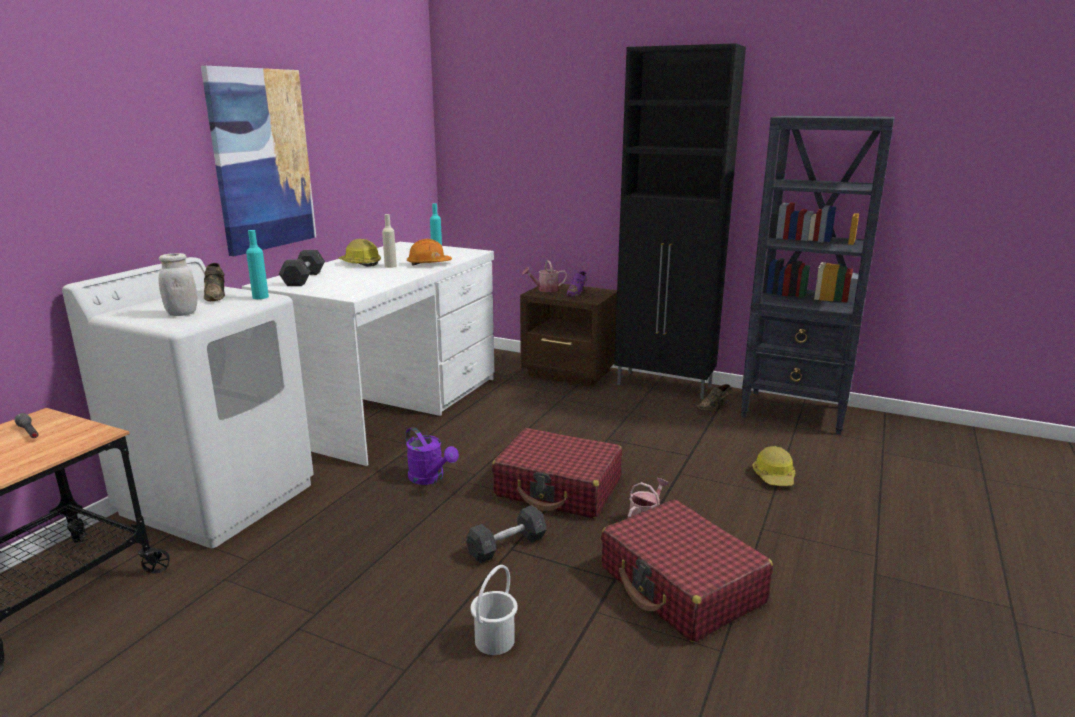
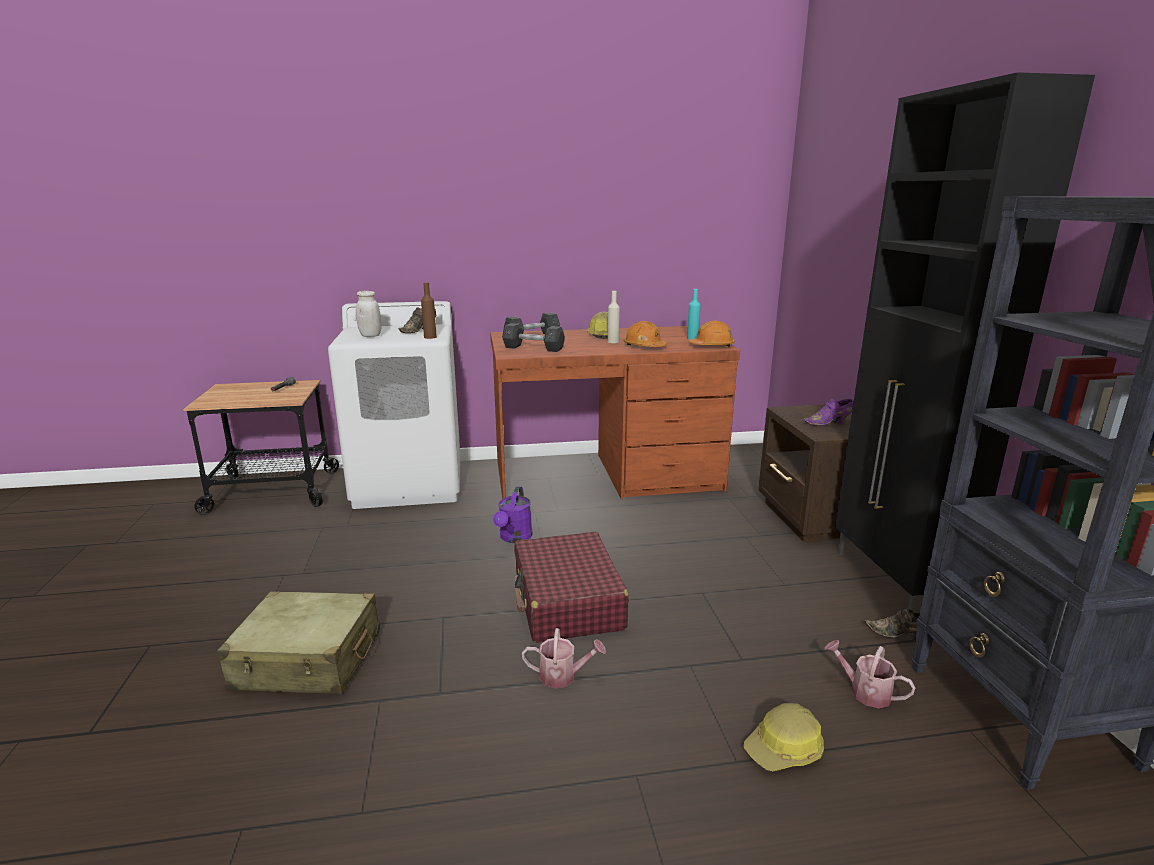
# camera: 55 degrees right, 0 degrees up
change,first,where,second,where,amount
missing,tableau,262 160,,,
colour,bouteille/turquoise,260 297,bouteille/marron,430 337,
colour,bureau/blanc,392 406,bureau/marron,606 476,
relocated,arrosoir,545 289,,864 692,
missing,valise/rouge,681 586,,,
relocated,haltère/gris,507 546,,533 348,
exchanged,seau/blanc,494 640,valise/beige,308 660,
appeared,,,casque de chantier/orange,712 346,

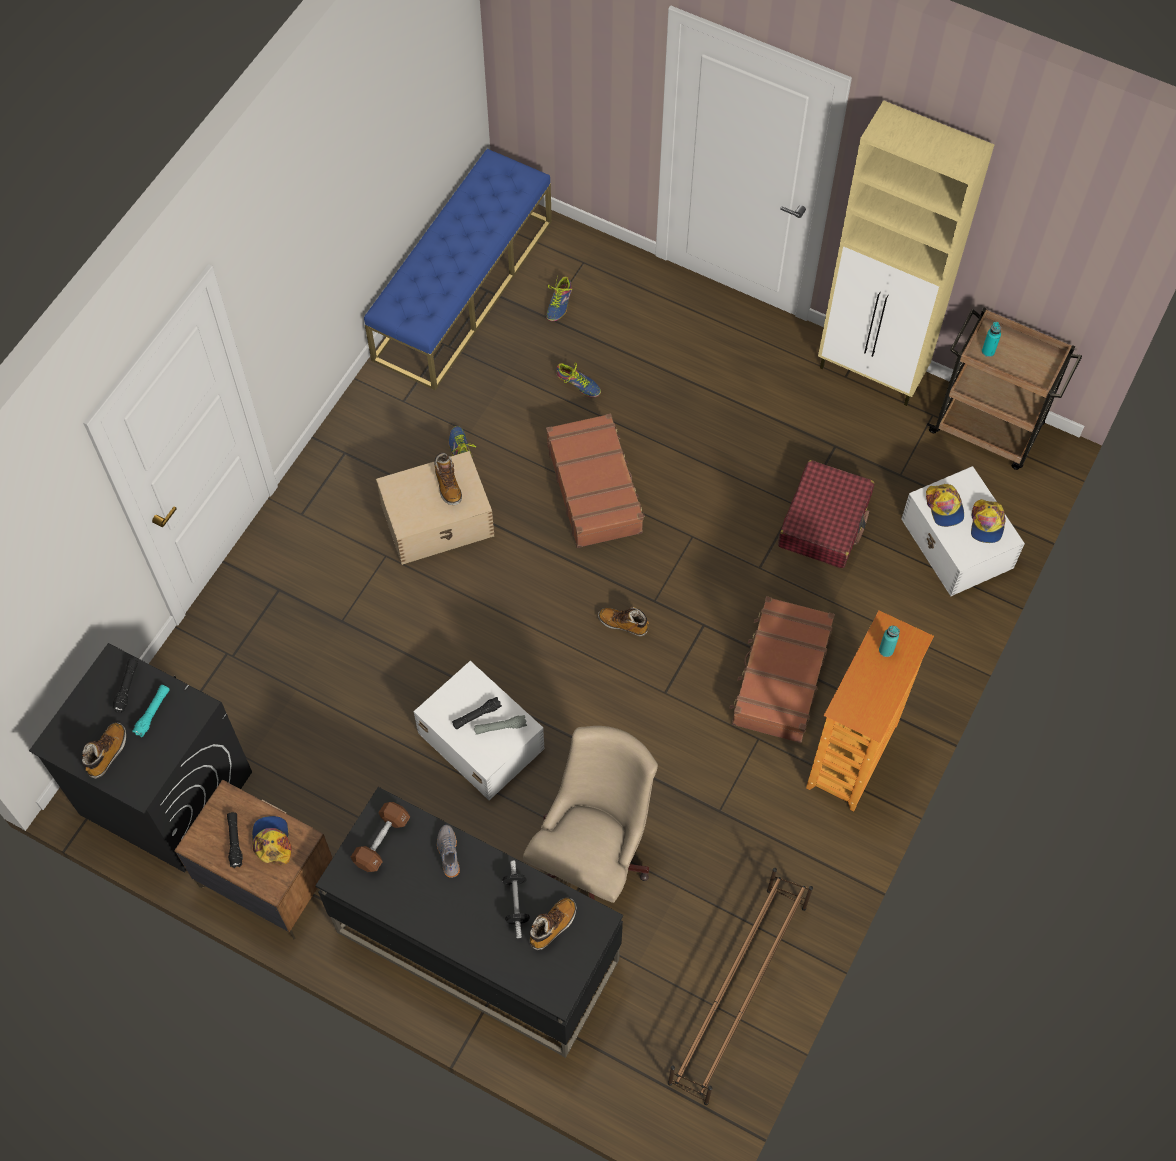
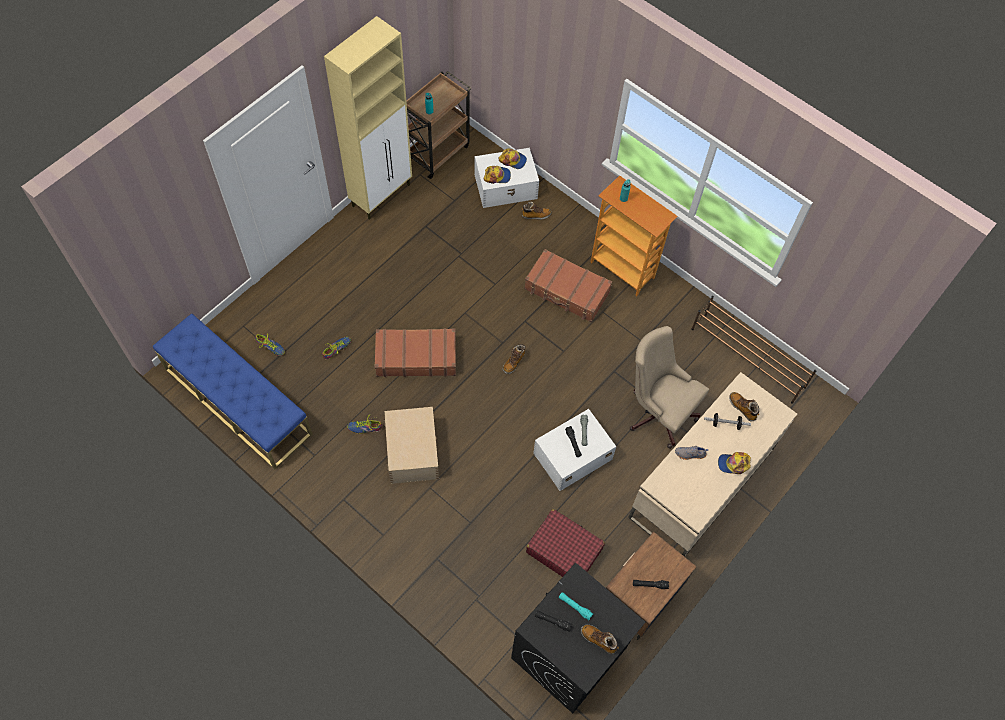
# camera: 80 degrees left, 0 degrees up
change,first,where,second,where,amount
relocated,botte,448 486,,536 215,
relocated,valise/rouge,824 522,,564 550,
colour,bureau/noir,476 945,bureau/beige,701 484,
missing,haltère/marron,381 841,,,
relocated,casquette,272 841,,733 464,

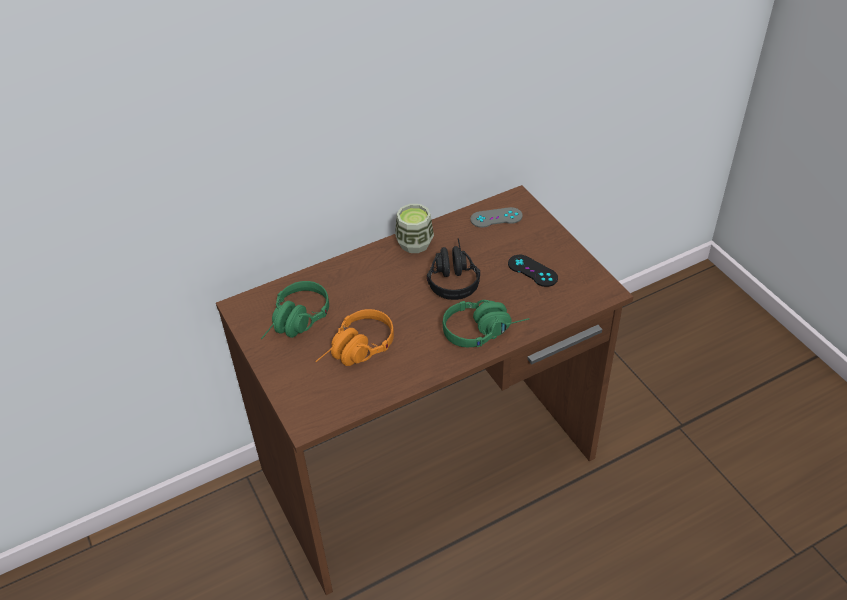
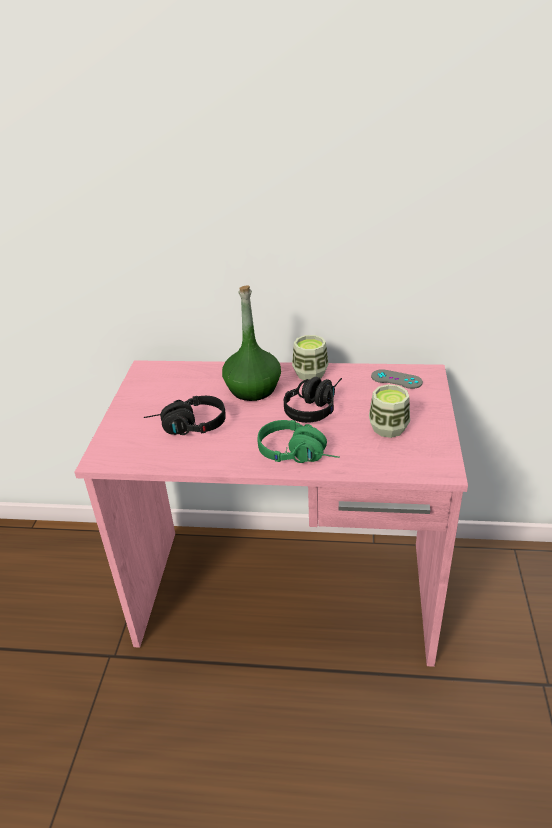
# camera: 35 degrees right, 10 degrees down
change,first,where,second,where,amount
colour,bureau/marron,431 466,bureau/rose,288 595,
exchanged,manette/noir,532 271,tasse,388 428,
missing,casque audio/vert,296 323,,,
colour,casque audio/orange,356 352,casque audio/noir,187 427,
appeared,,,bouteille/vert,252 389,

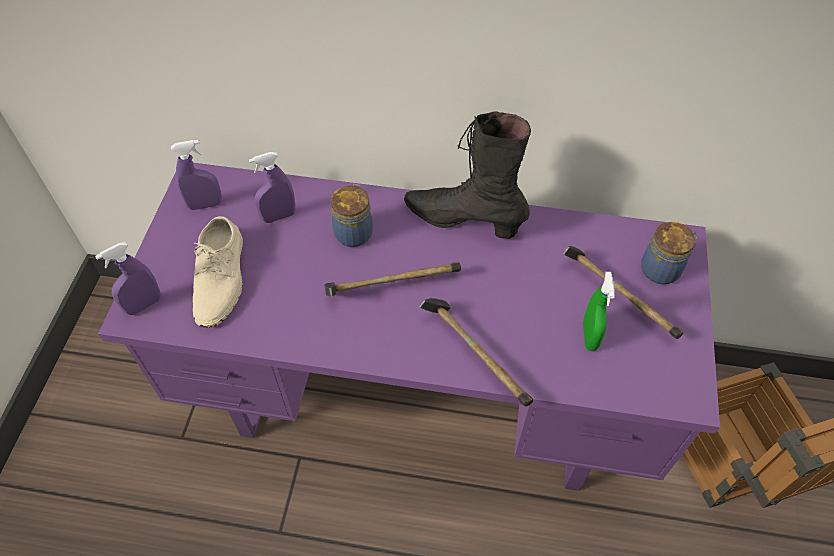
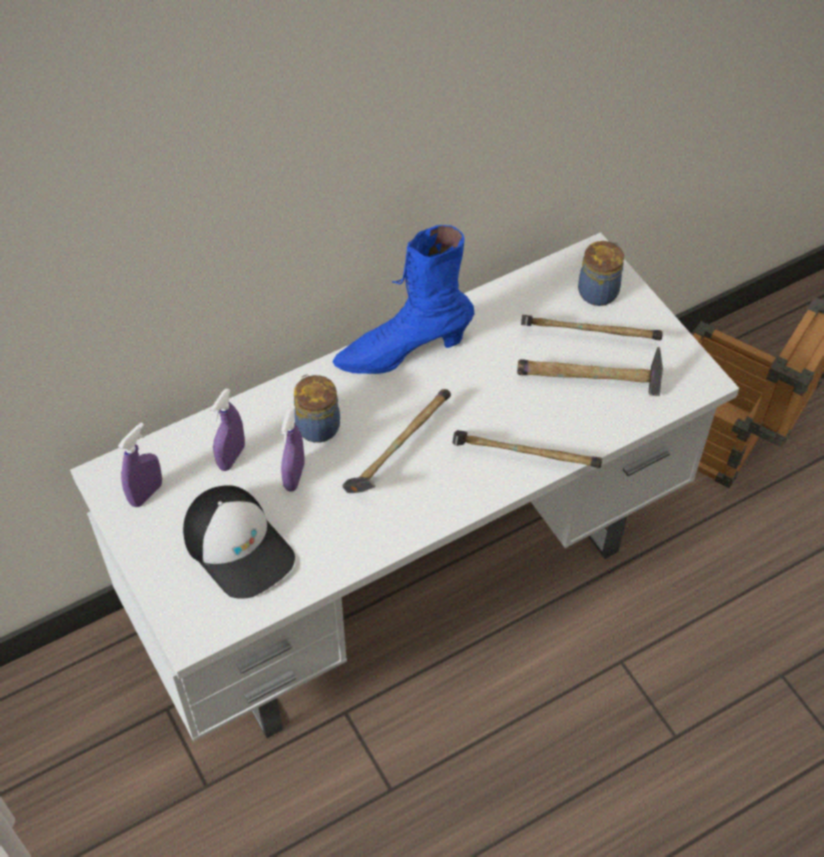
# camera: 40 degrees left, 0 degrees up
change,first,where,second,where,amount
colour,botte/noir,463 220,botte/bleu,402 351,
colour,bureau/violet,418 402,bureau/blanc,410 579,
exchanged,chaussure/beige,221 278,casquette,239 546,
relocated,vaporisateur/violet,144 305,,294 476,
exchanged,vaporisateur/vert,589 336,marteau,592 382,

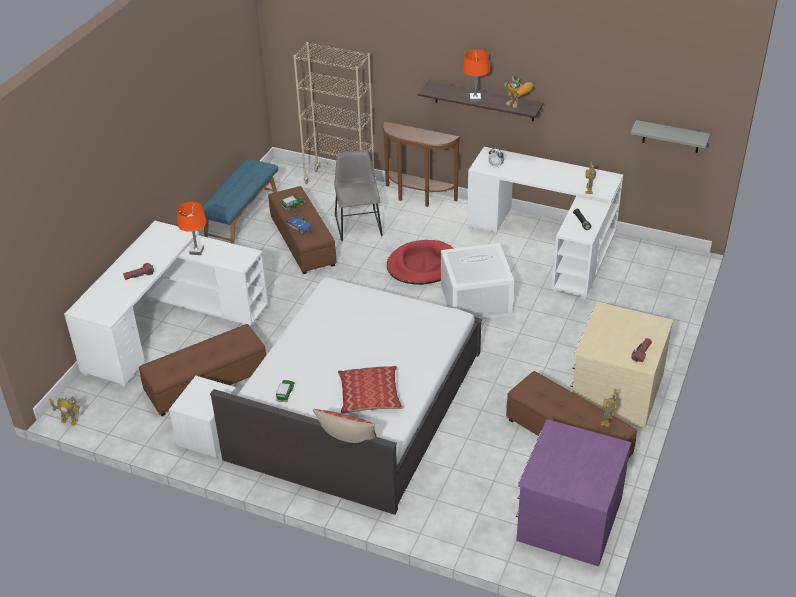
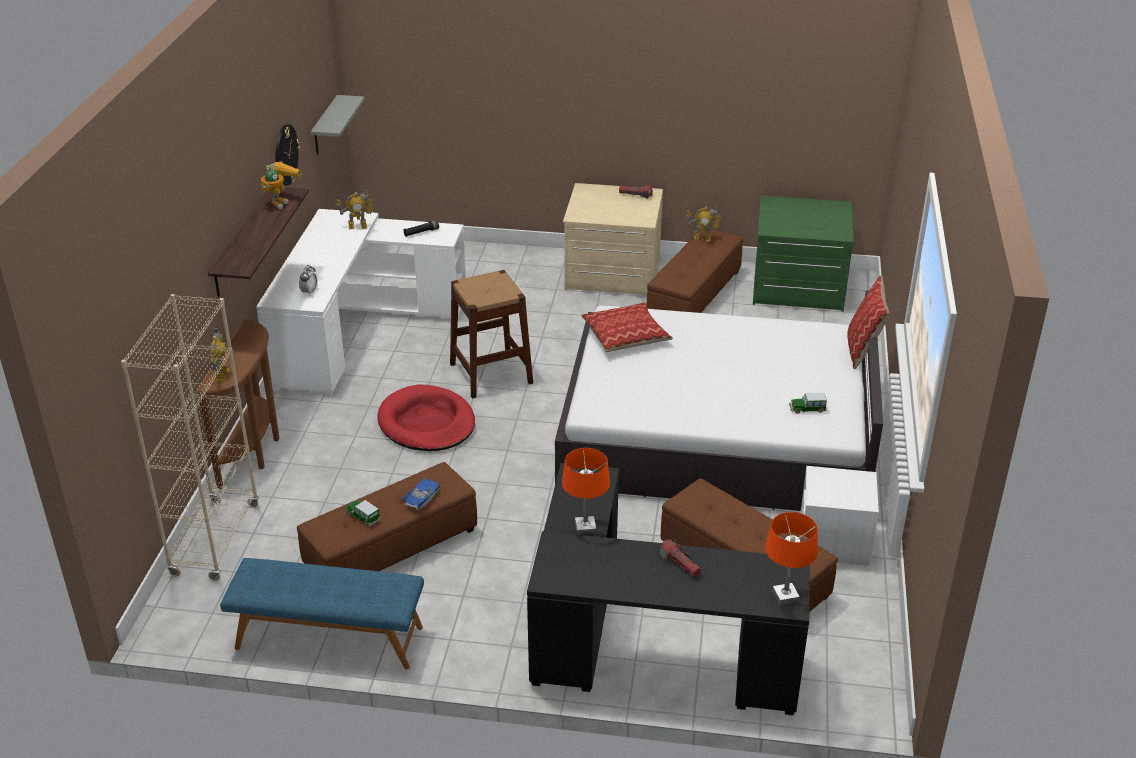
# camera: 105 degrees left, 5 degrees down
change,first,where,second,where,amount
relocated,lampe de table/orange,475 99,,785 597,
missing,chaise/gris,358 223,,,
colour,bureau/blanc,169 325,bureau/noir,640 647,
exchanged,boîte de rangement/blanc,475 301,tabouret/marron,491 373,
relocated,coussin,369 396,,626 336,
relocated,robot jouet,69 421,,222 375,
colour,commode/violet,568 518,commode/vert,798 288,
appeared,,,horloge murale,285 154,

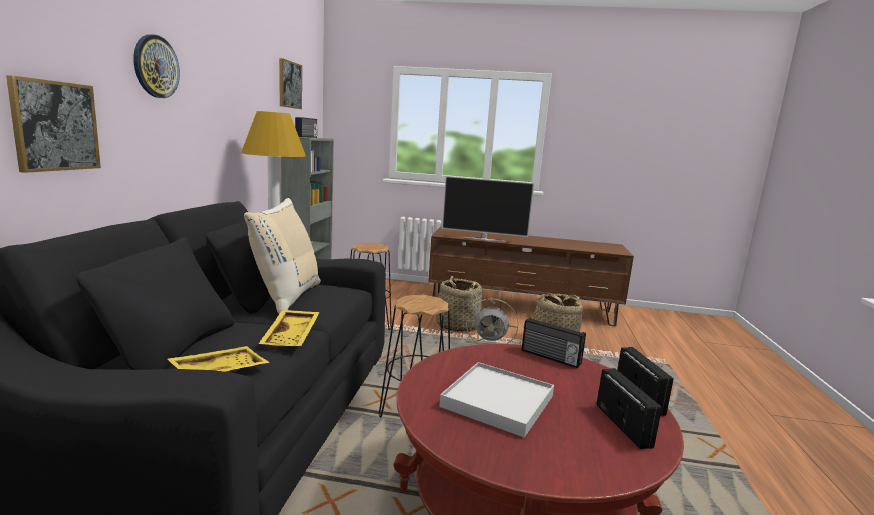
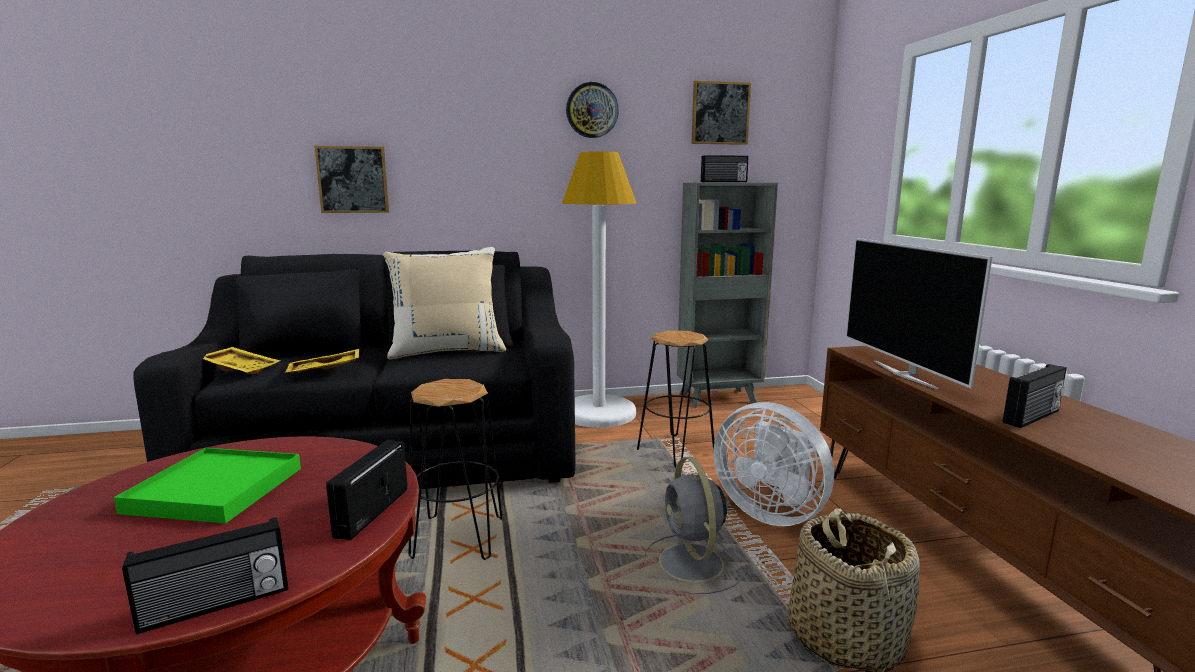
# camera: 70 degrees right, 0 degrees up
change,first,where,second,where,amount
relocated,horloge murale,155 66,,592 110,
exchanged,panier,457 325,ventilateur/blanc,770 512,
colour,plateau/blanc,497 401,plateau/vert,215 489,
relocated,radio,624 425,,1033 417,

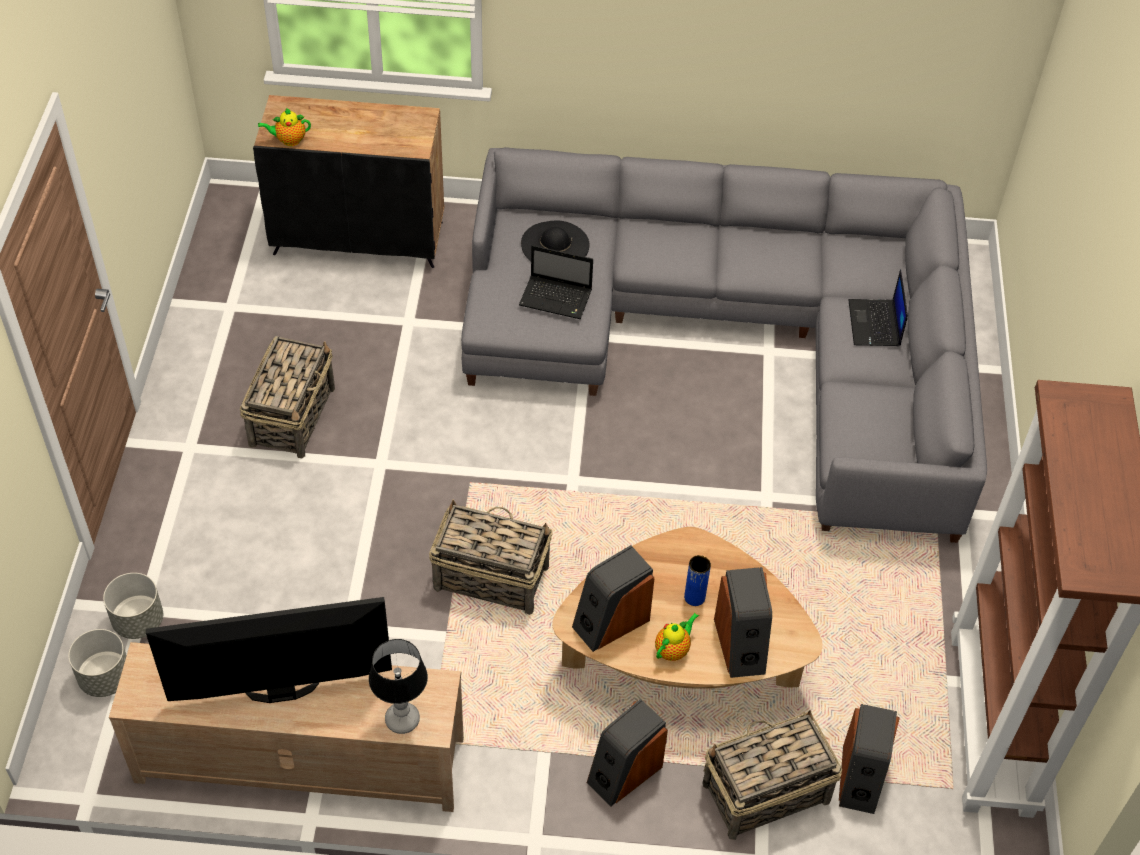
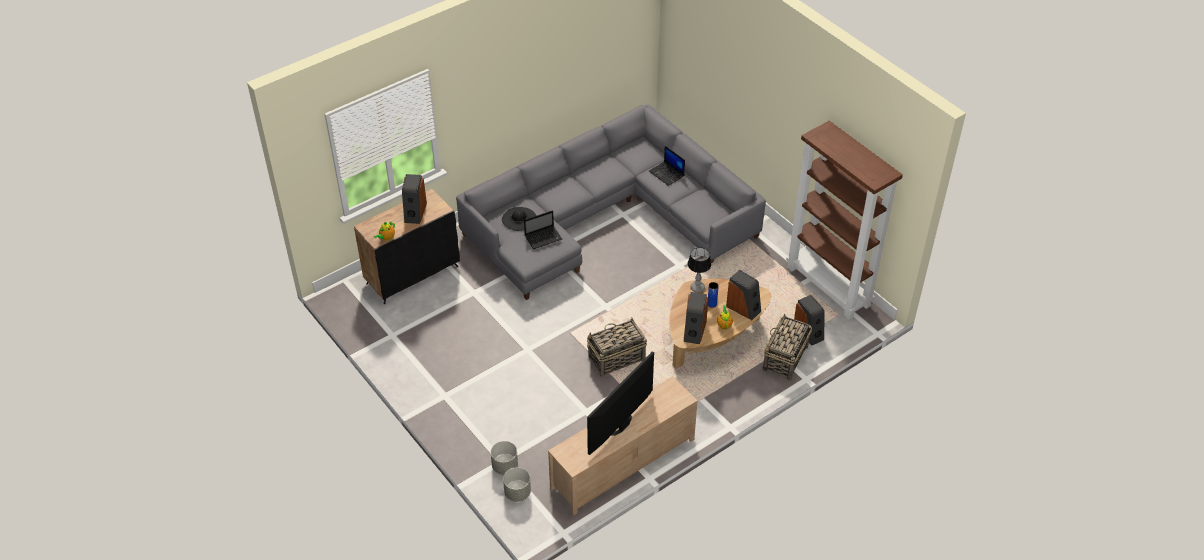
# camera: 40 degrees left, 5 degrees down
change,first,where,second,where,amount
missing,panier,293 415,,,
relocated,lampe de table,402 720,,697 288,
relocated,enceinte,624 773,,415 212,

